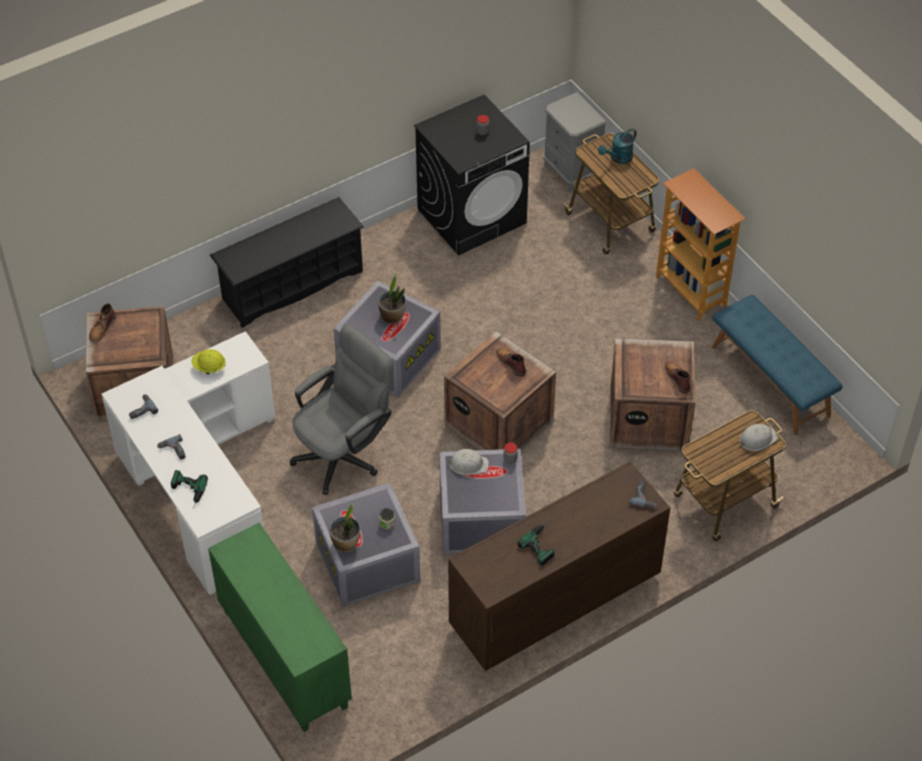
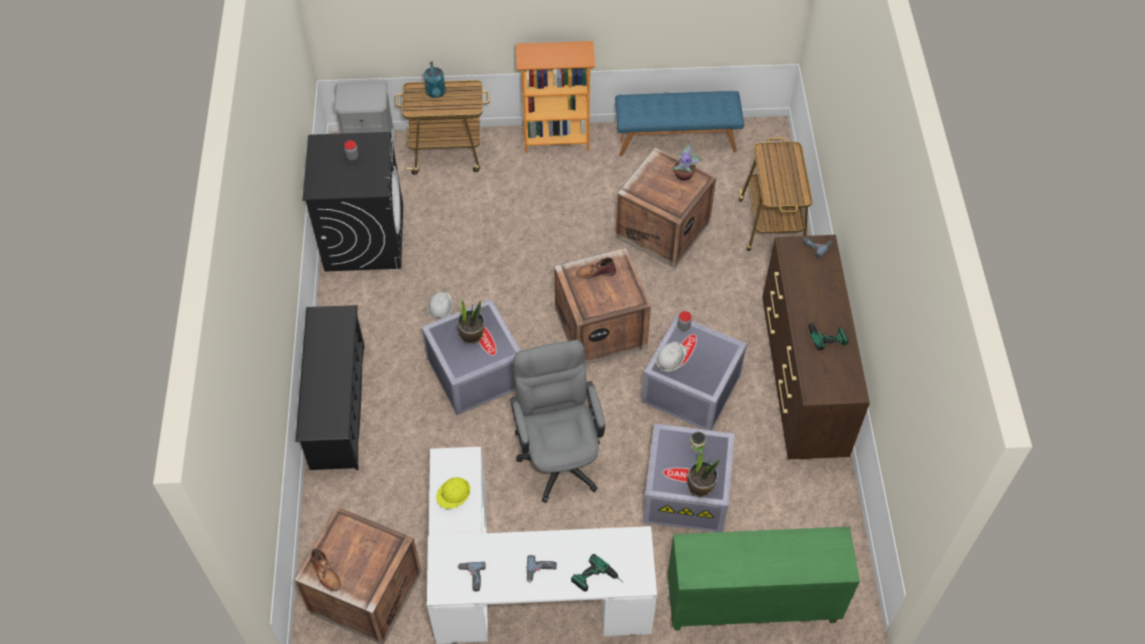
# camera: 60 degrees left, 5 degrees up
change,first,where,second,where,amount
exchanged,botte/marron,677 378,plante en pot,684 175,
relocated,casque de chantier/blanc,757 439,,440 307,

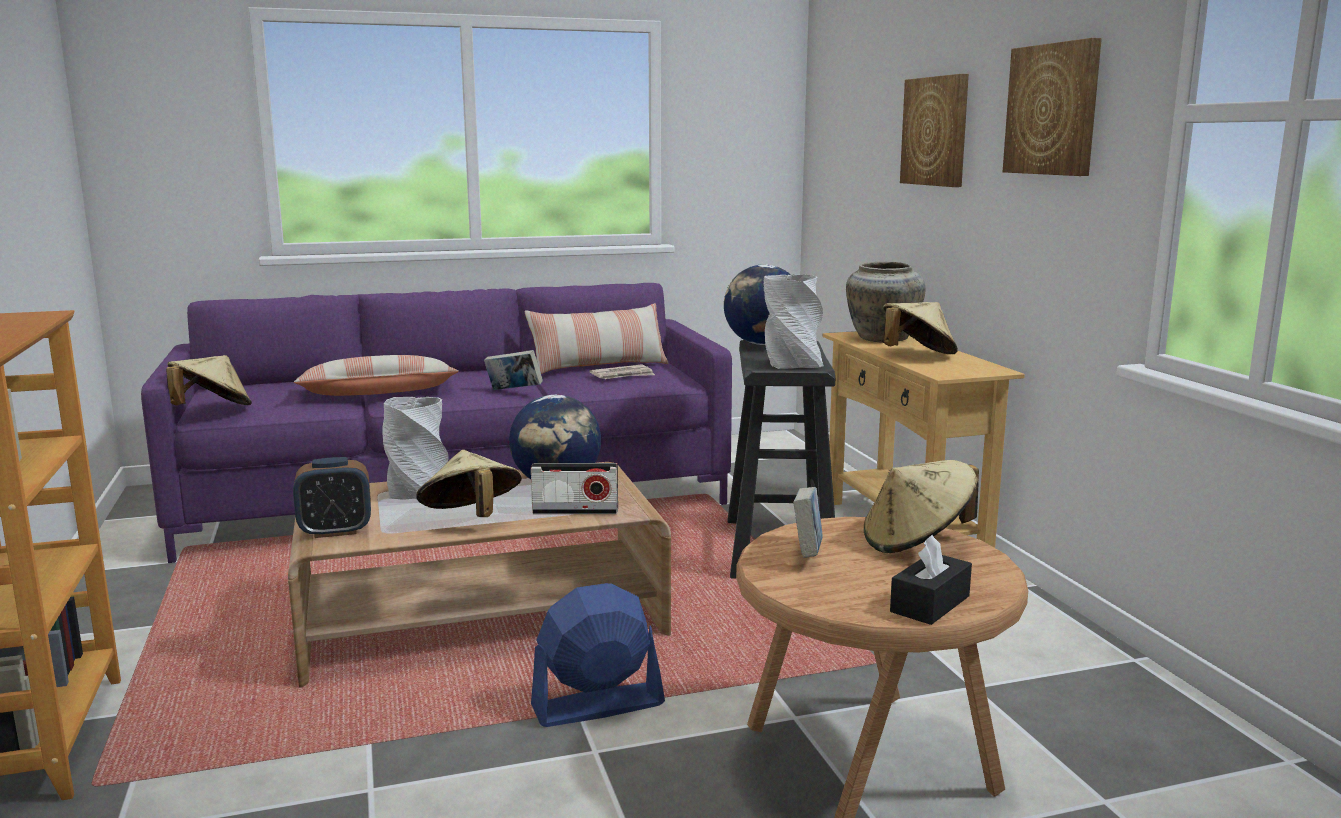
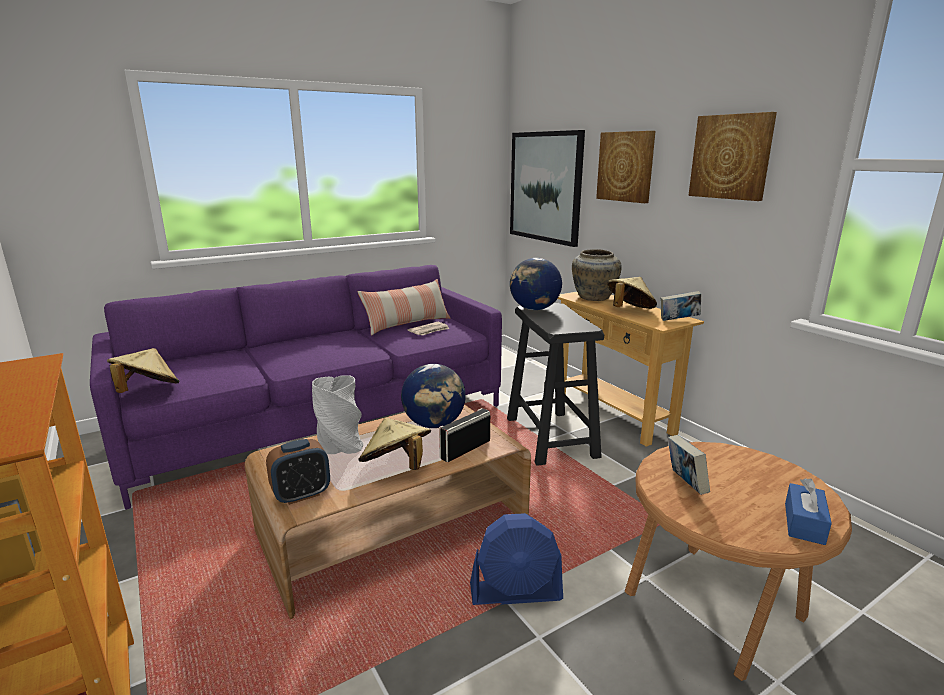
# camera: 15 degrees left, 5 degrees up
change,first,where,second,where,amount
missing,vase/gris,791 364,,,
relocated,livre,514 391,,678 320,
missing,coussin,377 393,,,
missing,chapeau/beige,917 542,,,
spun,radio,575 511,,465 449,150 degrees clockwise
colour,boîte à mouchoirs/noir,930 604,boîte à mouchoirs/bleu,804 523,
spun,ventilateur/bleu,597 705,,516 592,150 degrees counterclockwise
appeared,,,tableau,545 187,

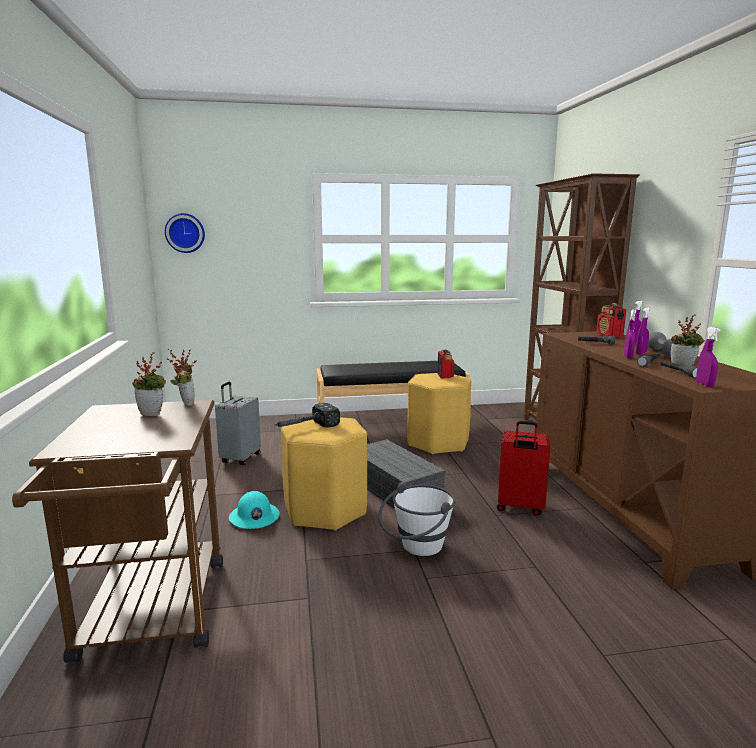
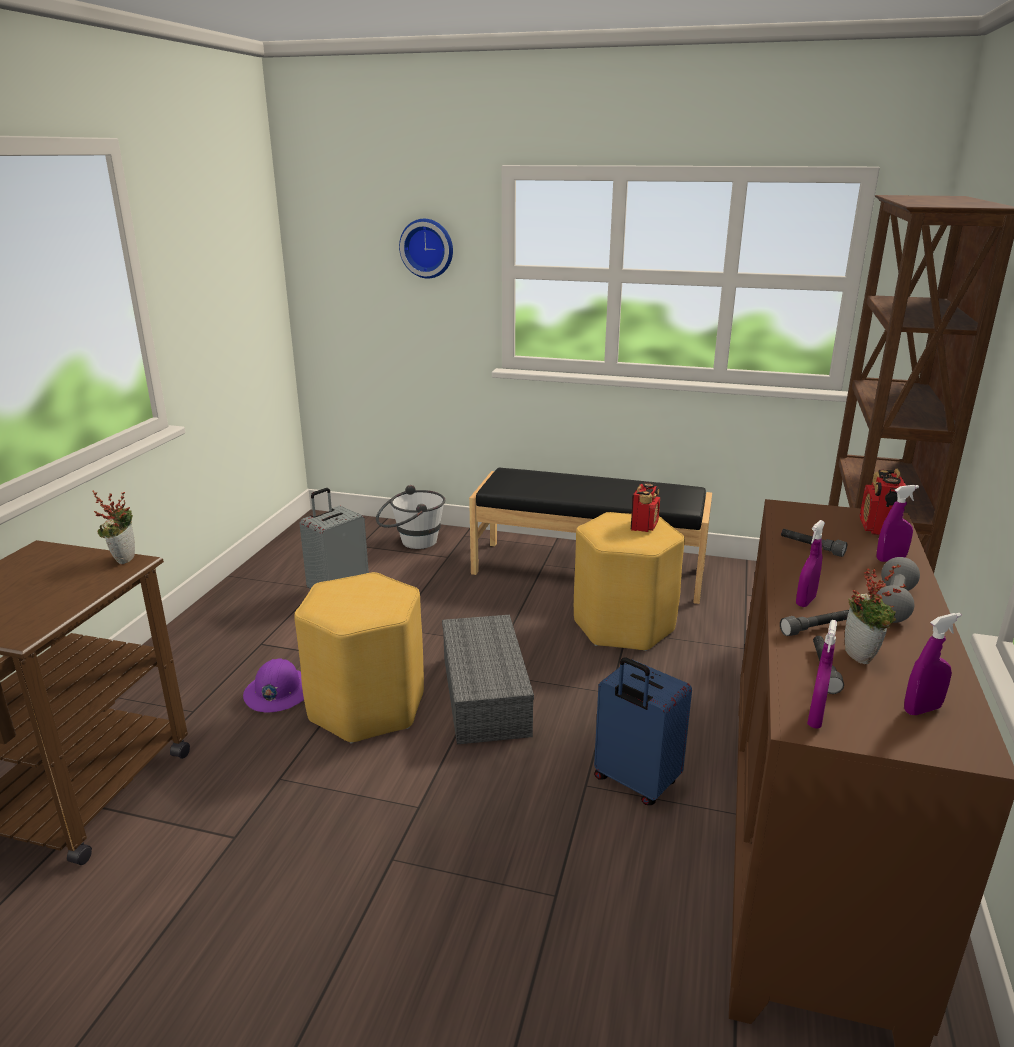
# camera: 25 degrees right, 10 degrees up
change,first,where,second,where,amount
relocated,horloge murale,185 233,,427 248,
relocated,vaporisateur/violet,641 353,,922 709,
missing,plante en pot,153 413,,,
missing,marteau,305 427,,,
colour,valise/rouge,520 507,valise/bleu,634 782,
relocated,seau/blanc,416 548,,411 542,
colour,casque de chantier/turquoise,254 517,casque de chantier/violet,277 692,

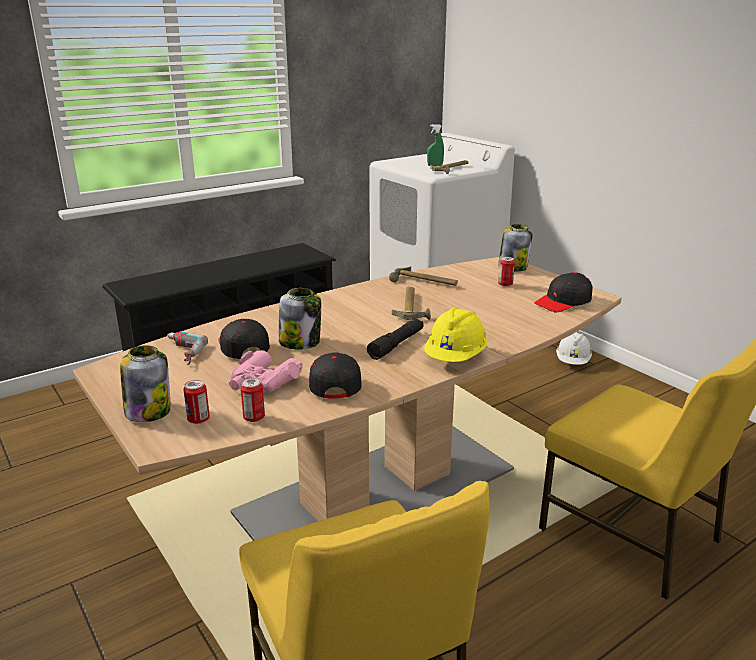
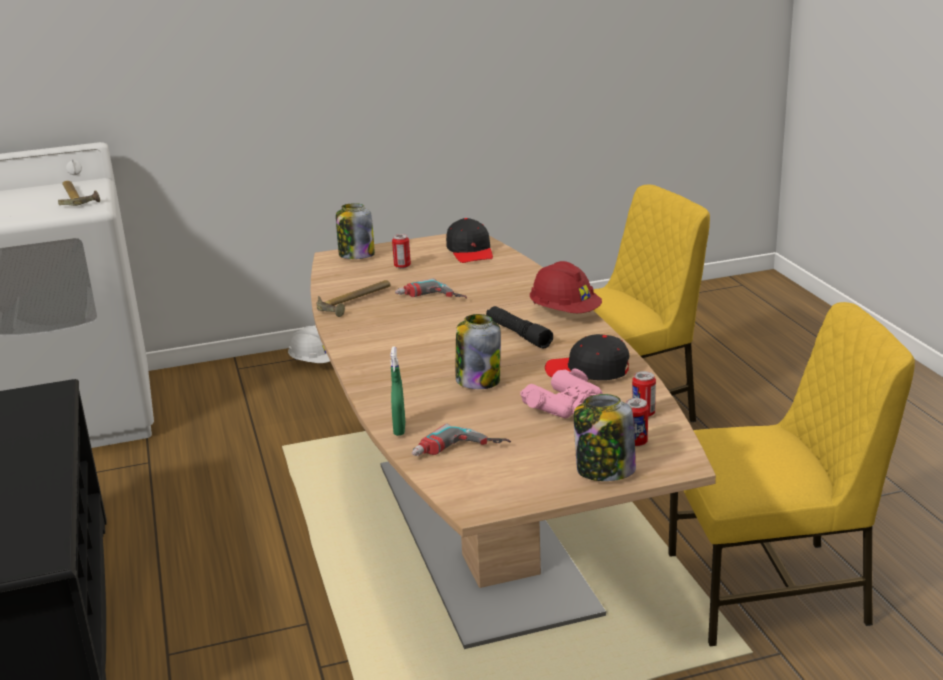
# camera: 70 degrees left, 0 degrees up
change,first,where,second,where,amount
relocated,vaporisateur/vert,435 165,,399 429,
missing,marteau,412 307,,,
colour,casque de chantier/jaune,455 358,casque de chantier/rouge,564 313,
missing,casquette/noir,242 347,,,
appeared,,,perceuse,430 299,

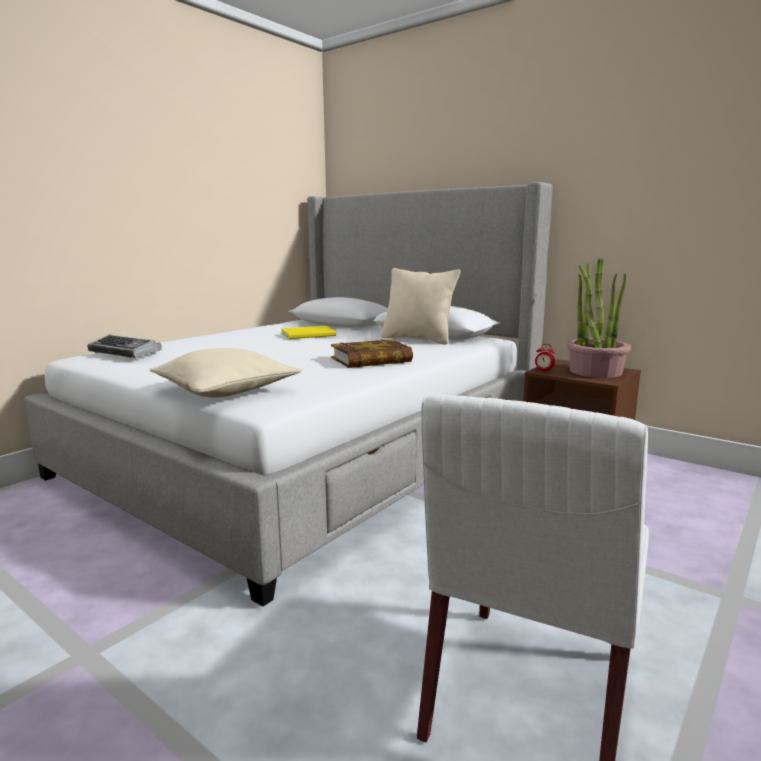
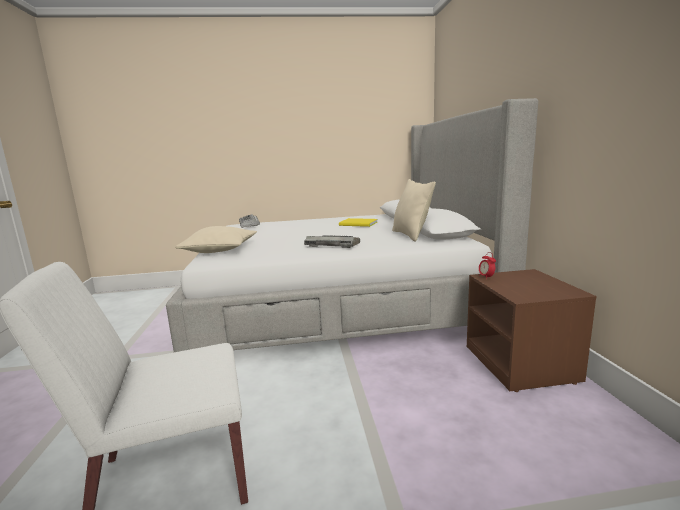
# camera: 45 degrees right, 0 degrees up
change,first,where,second,where,amount
missing,plante en pot,595 371,,,
exchanged,livre,371 360,clavier,331 245,

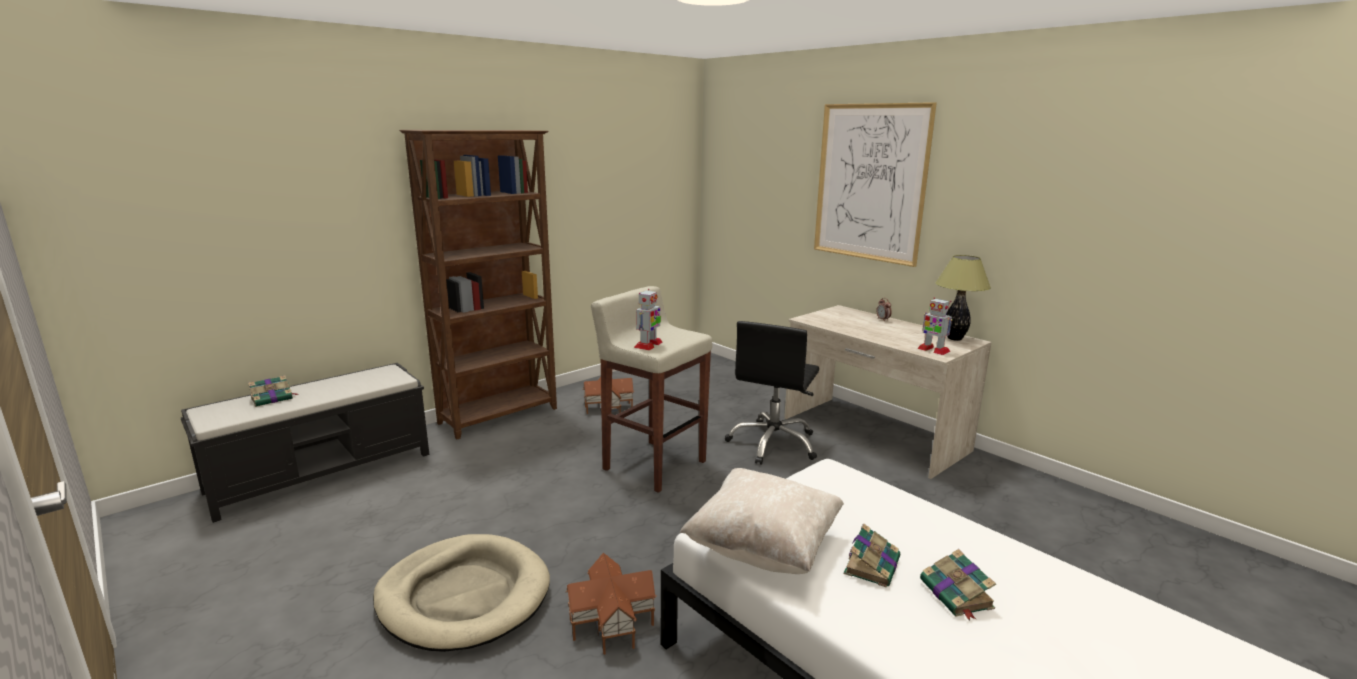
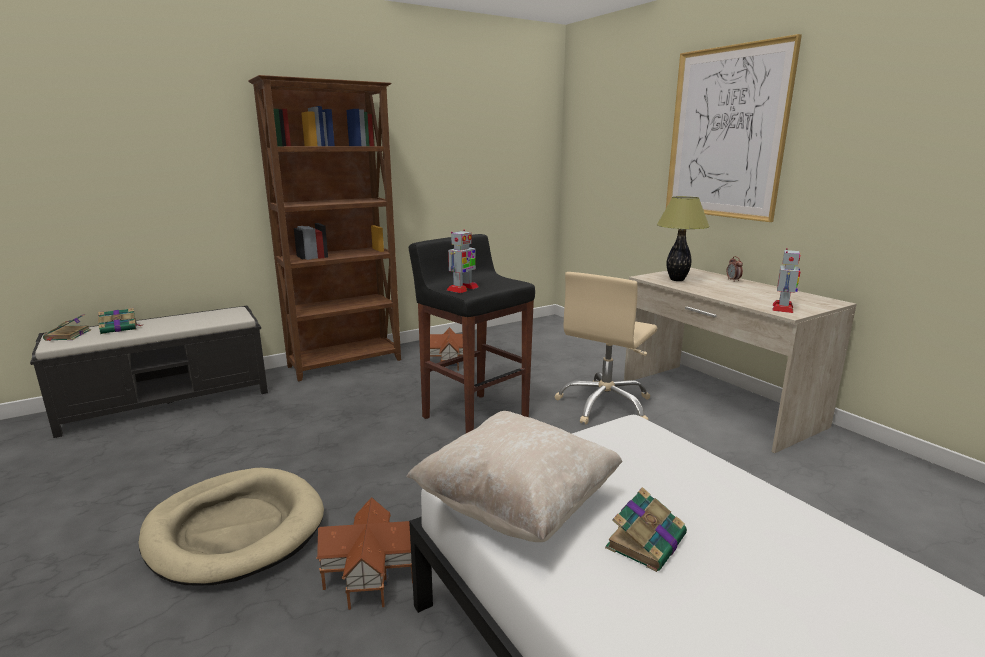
# camera: 10 degrees right, 0 degrees up
change,first,where,second,where,amount
relocated,lampe de table,954 338,,676 280,
colour,tabouret/beige,653 465,tabouret/noir,474 417,
spun,robot jouet,933 350,,783 308,120 degrees counterclockwise
colour,chaise de bureau/noir,773 444,chaise de bureau/beige,605 405,
relocated,livre,957 595,,67 335,

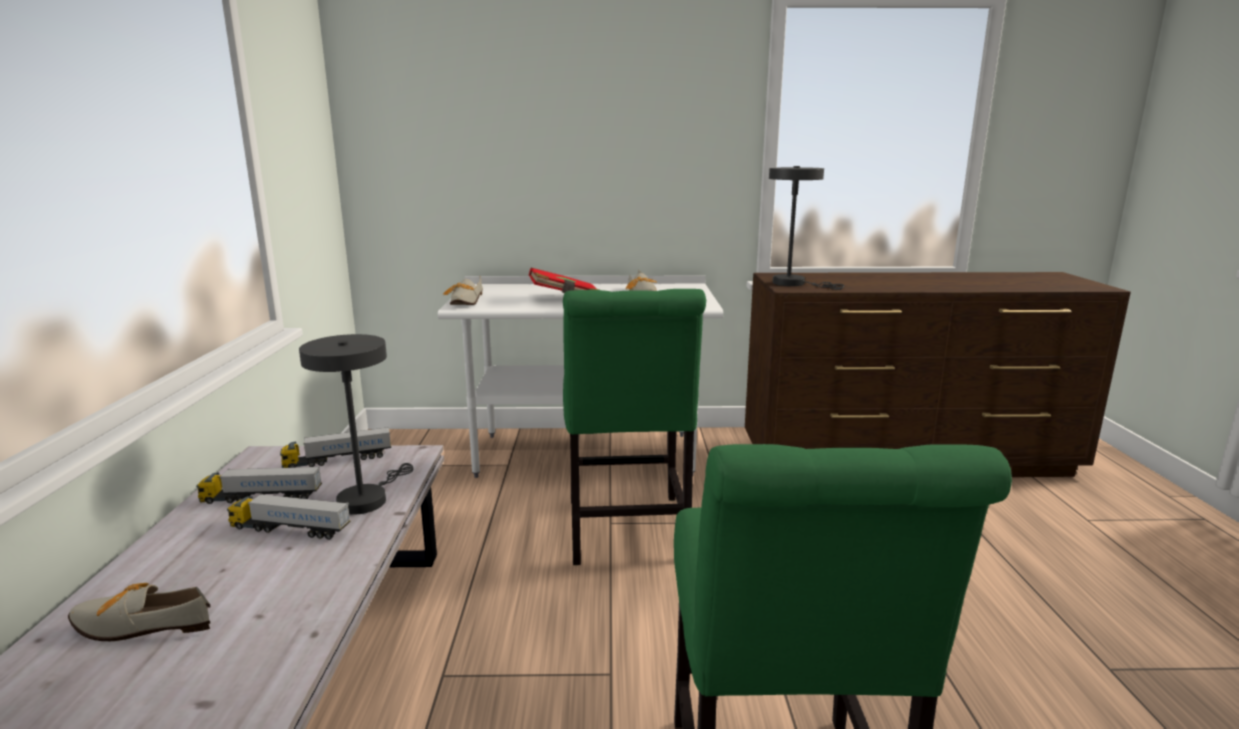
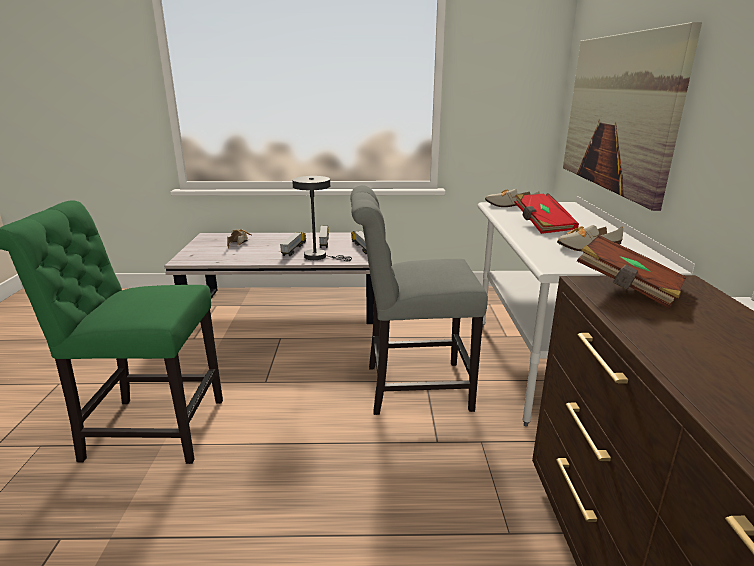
# camera: 90 degrees right, 5 degrees up
change,first,where,second,where,amount
exchanged,lampe de table/gris,794 283,livre/marron,627 289,
colour,chaise/vert,627 534,chaise/gris,411 388,
appeared,,,tableau,618 113,

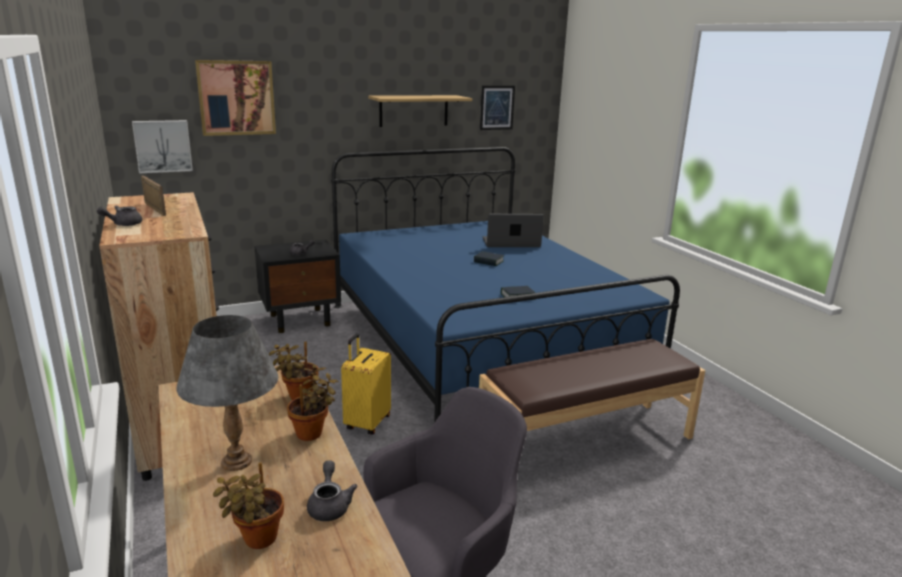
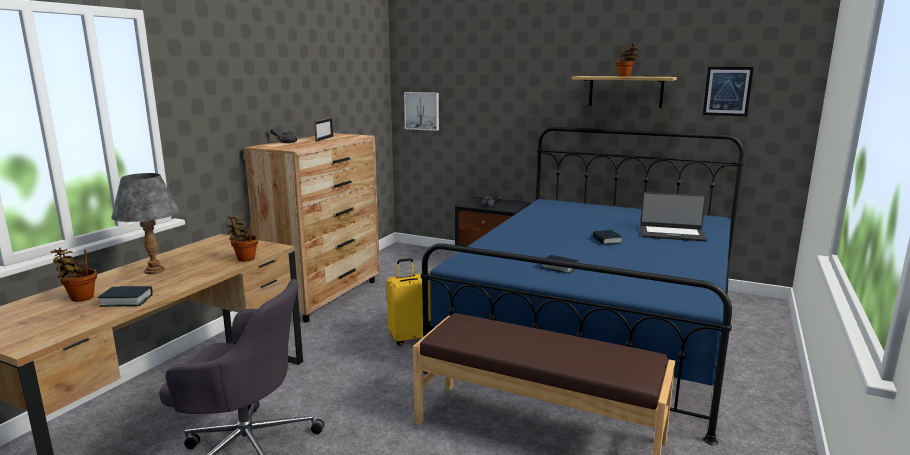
# camera: 50 degrees right, 5 degrees down
change,first,where,second,where,amount
missing,tableau,236 98,,,
spun,ordinateur portable,511 243,,671 234,150 degrees clockwise
relocated,plante en pot,312 433,,625 76,
exchanged,théière/gris,329 505,livre,126 301,

